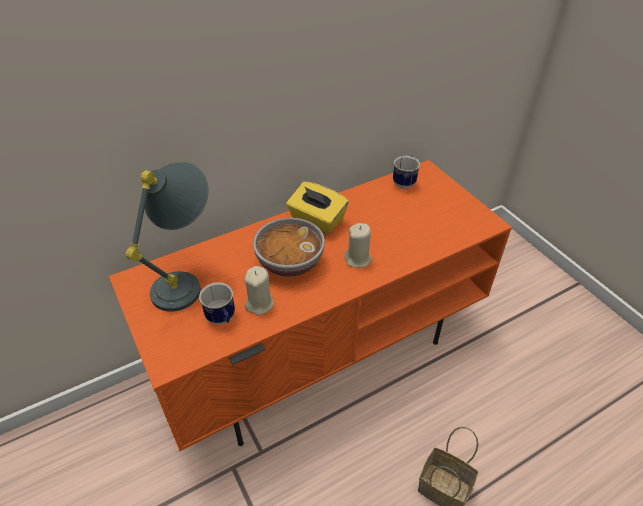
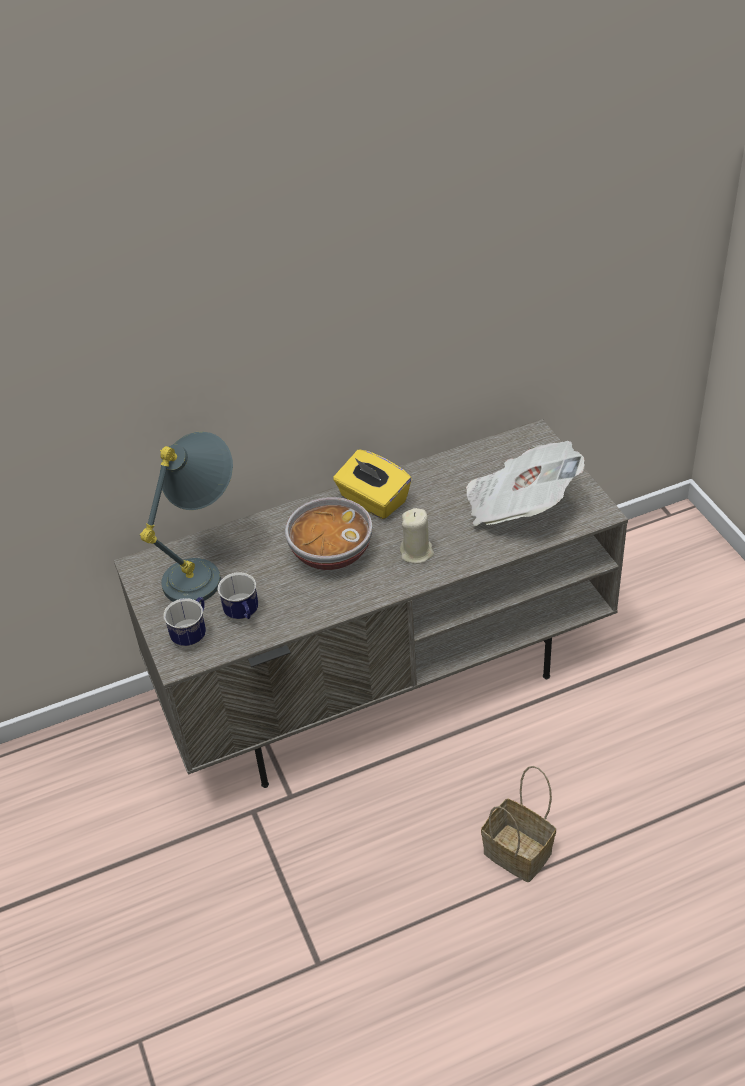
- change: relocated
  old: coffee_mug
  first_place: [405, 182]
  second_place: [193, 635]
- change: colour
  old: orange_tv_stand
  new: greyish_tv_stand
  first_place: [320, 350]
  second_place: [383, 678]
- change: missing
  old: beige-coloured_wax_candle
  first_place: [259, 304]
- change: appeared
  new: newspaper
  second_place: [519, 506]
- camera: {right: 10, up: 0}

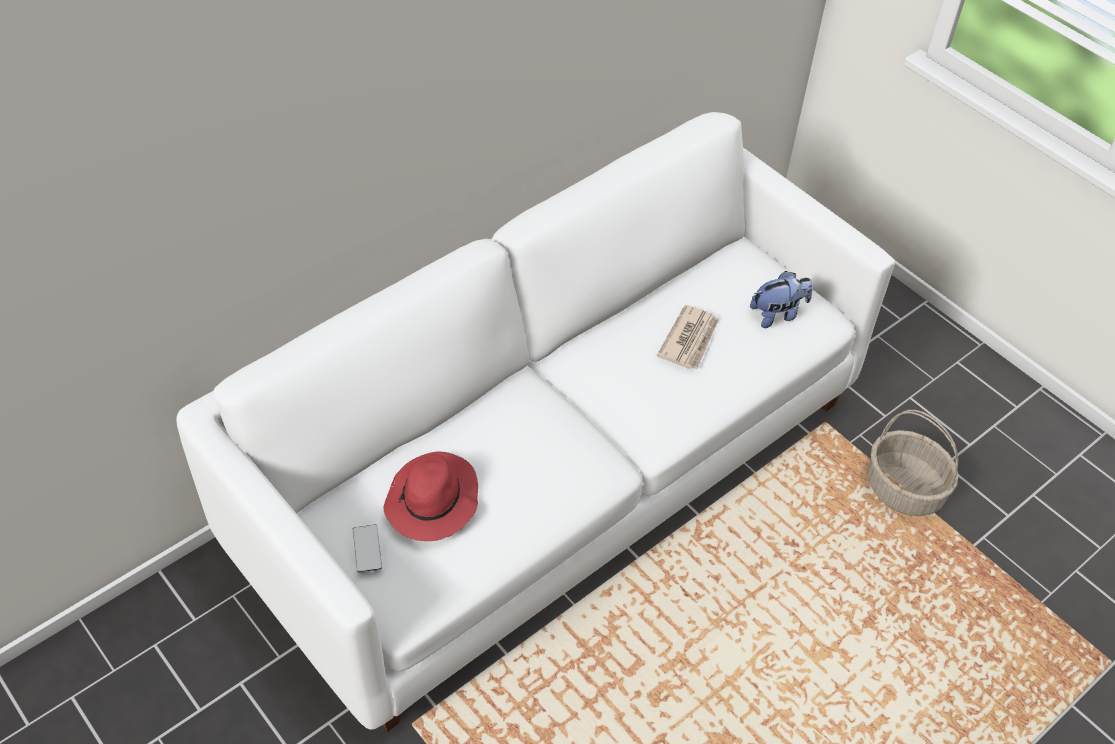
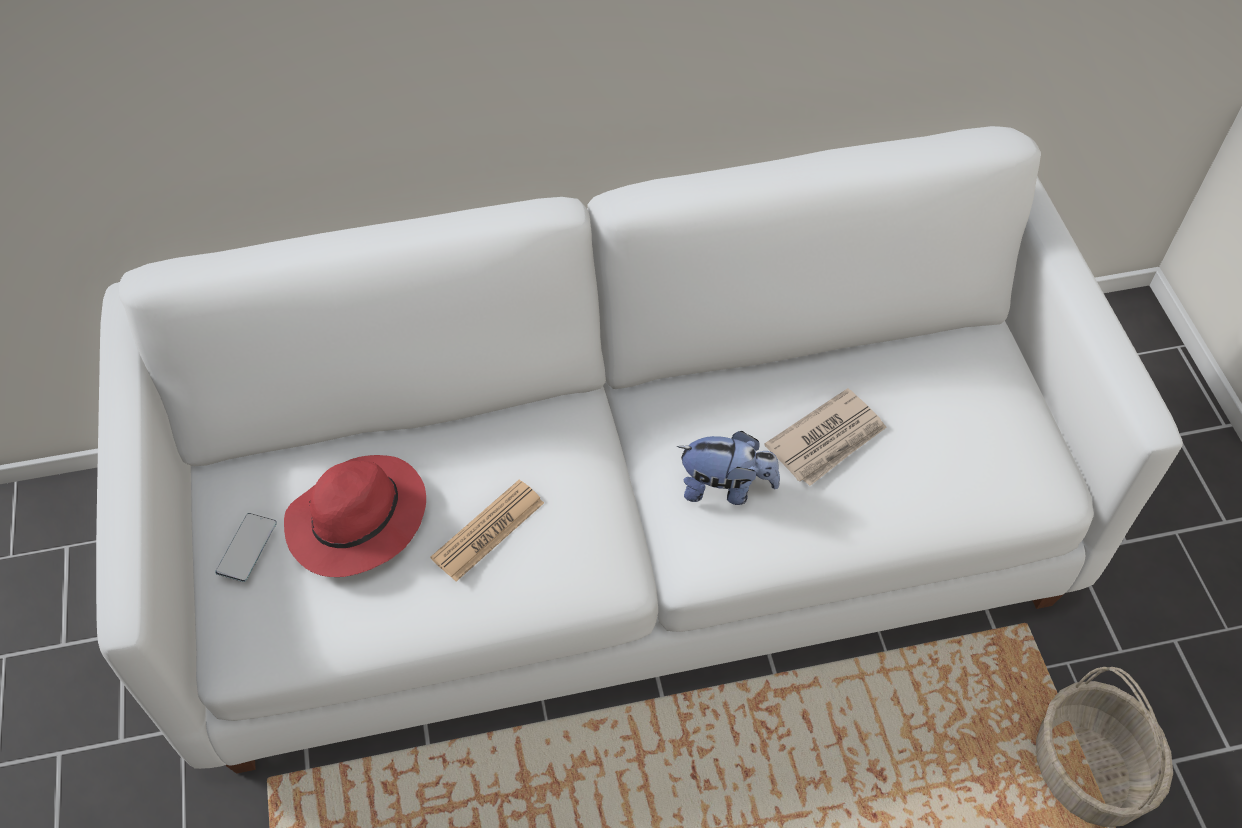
- change: relocated
  old: soft_toy
  first_place: [778, 314]
  second_place: [725, 488]
- change: appeared
  new: newspaper
  second_place: [488, 531]
- camera: {right: 30, up: 5}

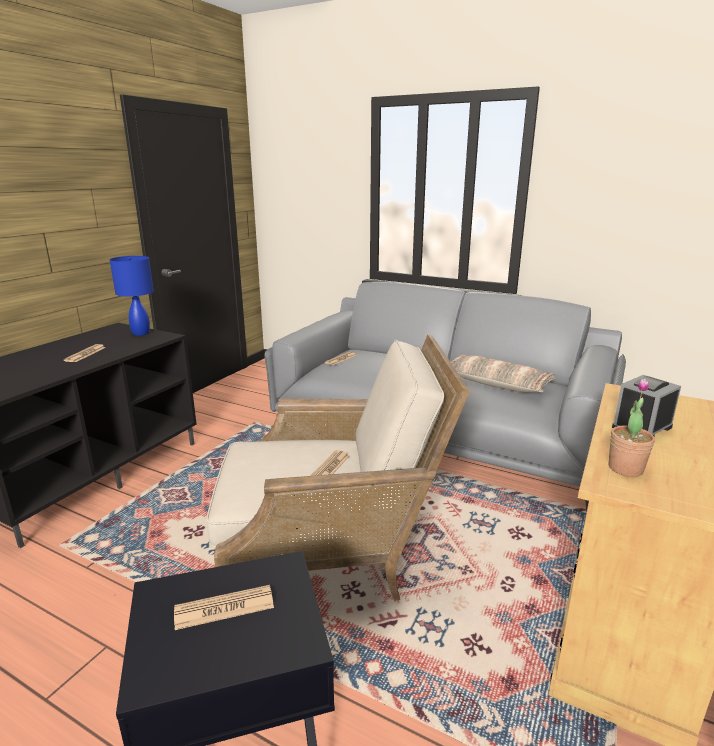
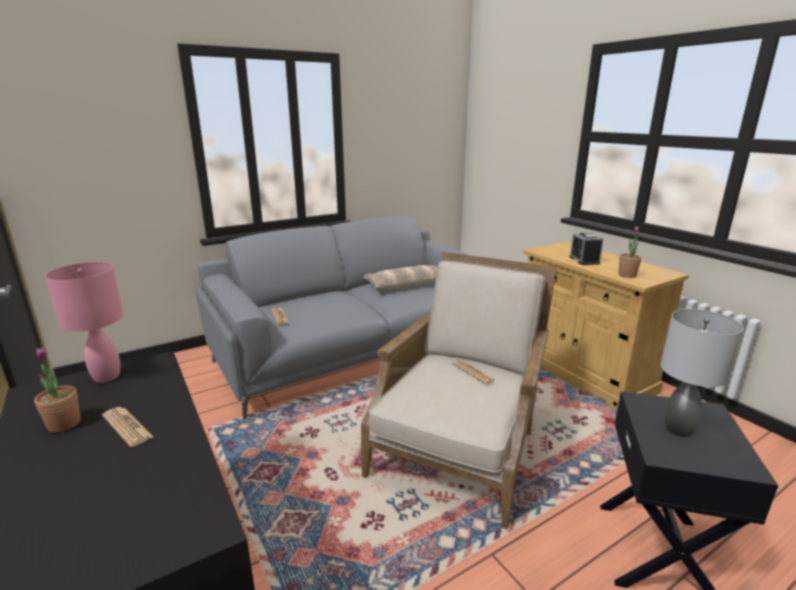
- change: colour
  old: blue_lamp_for_a_table
  new: pink-coloured_lamp_for_a_table
  first_place: [140, 333]
  second_place: [106, 377]
- change: exchanged
  old: newspaper
  new: greyish_lamp_for_a_table
  first_place: [224, 608]
  second_place: [679, 430]
- change: appeared
  new: houseplant
  second_place: [64, 424]
- camera: {right: -60, up: 0}

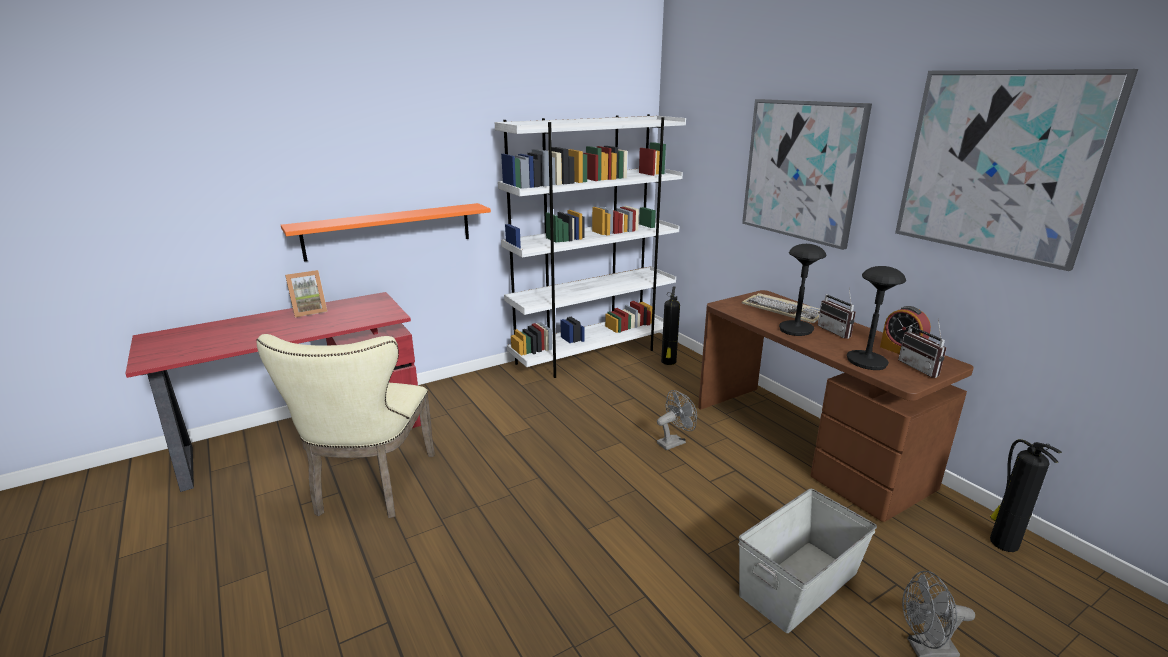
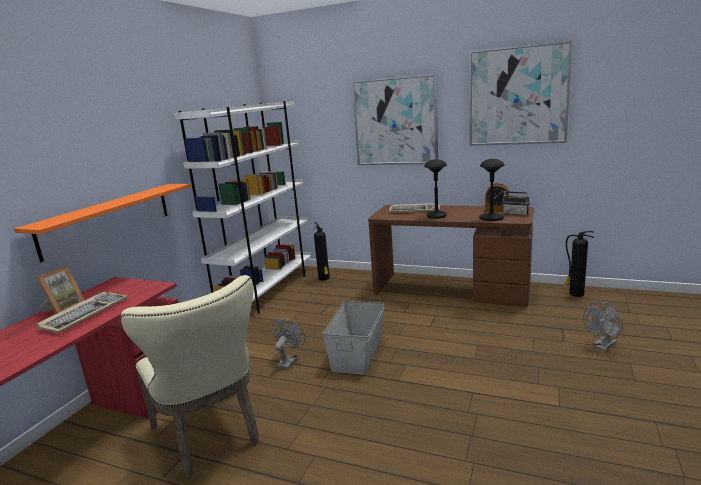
- change: missing
  old: radio_receiver
  first_place: [837, 331]
- change: relocated
  old: greyish_cooling_fan
  first_place: [674, 442]
  second_place: [289, 361]
- change: relocated
  old: greyish_storage_container
  first_place: [800, 584]
  second_place: [358, 353]
- change: appeared
  new: PC_keyboard
  second_place: [85, 314]
- camera: {right: -35, up: -5}

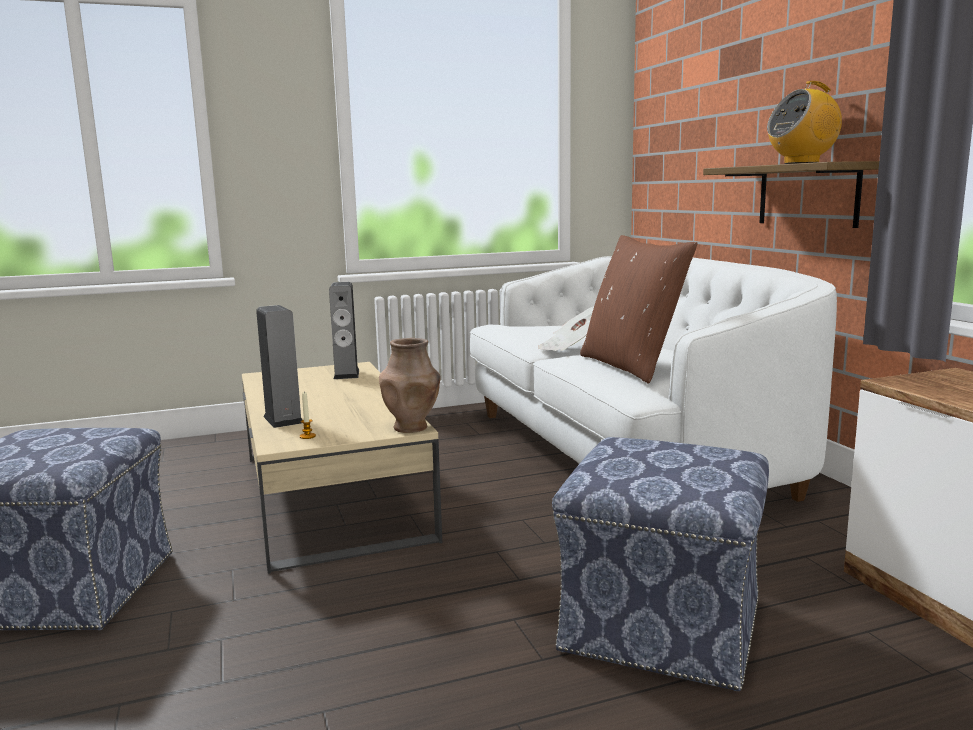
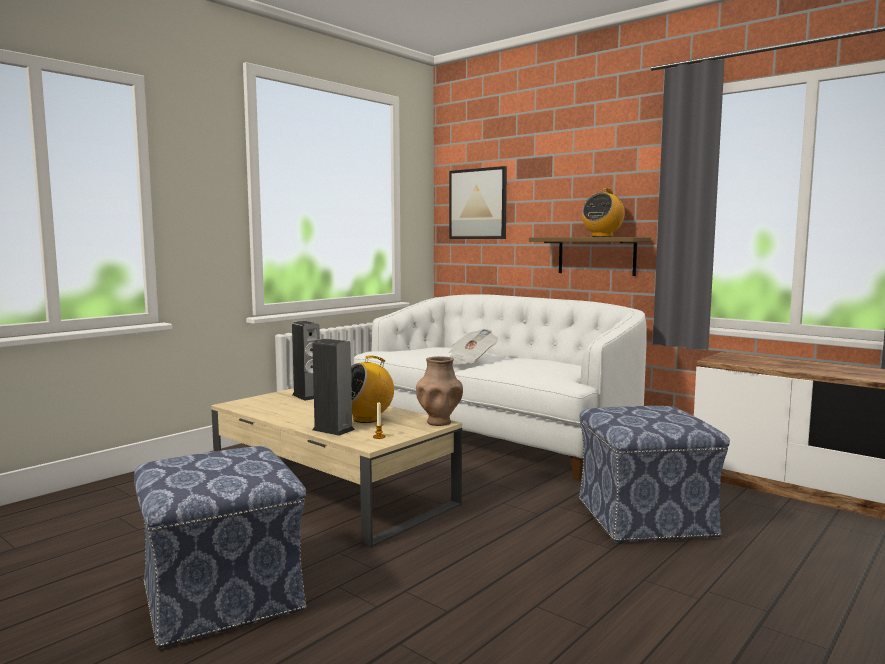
- change: missing
  old: brown-coloured_throw_pillow
  first_place: [631, 366]
- change: appeared
  new: wall_picture
  second_place: [478, 204]
- change: appeared
  new: radio_receiver
  second_place: [367, 419]
- camera: {right: -30, up: -5}

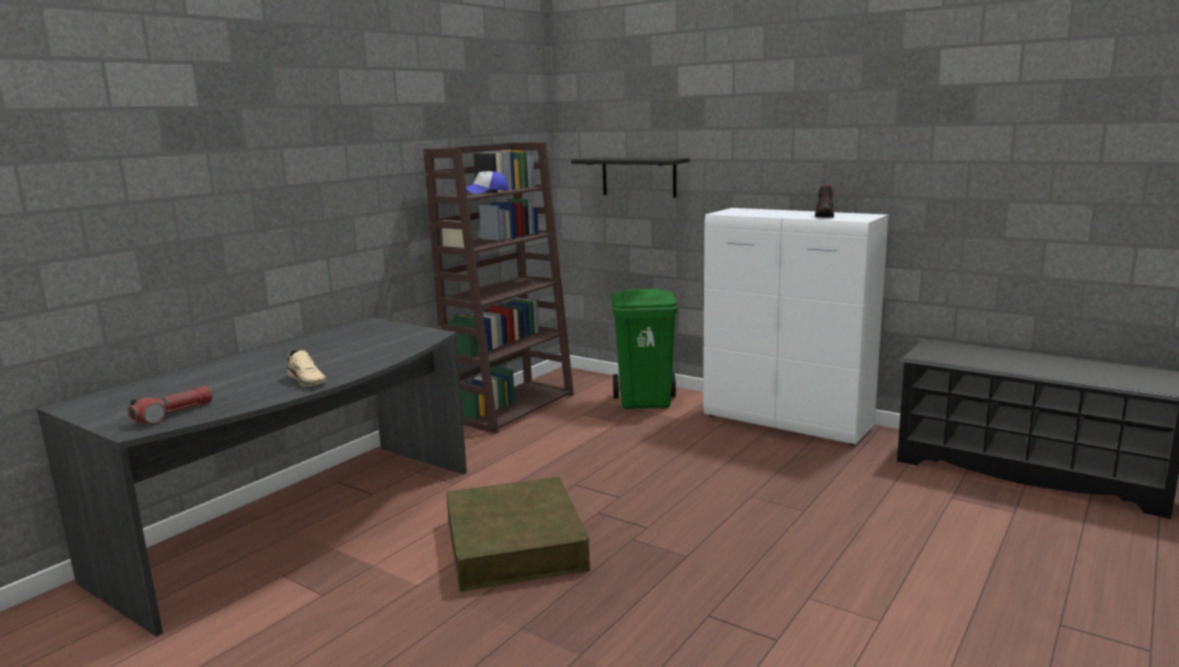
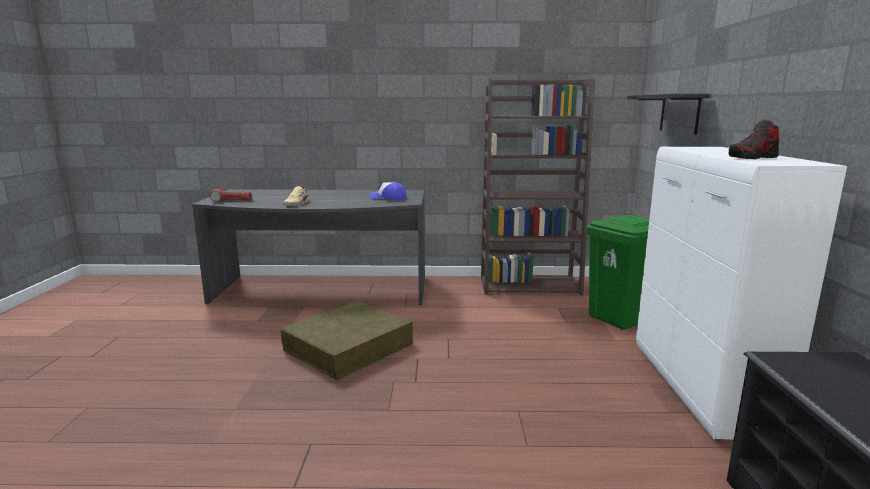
- change: relocated
  old: cap
  first_place: [486, 192]
  second_place: [388, 198]
- camera: {right: 55, up: 0}

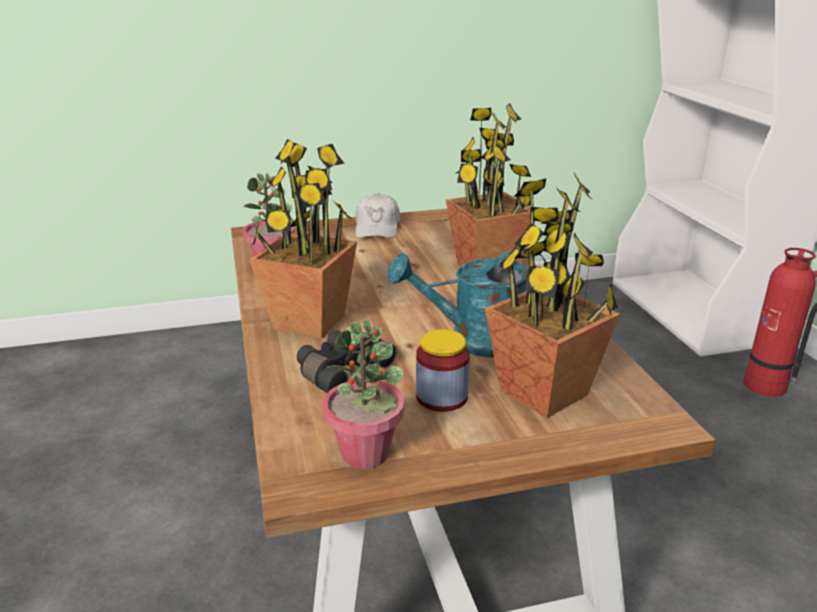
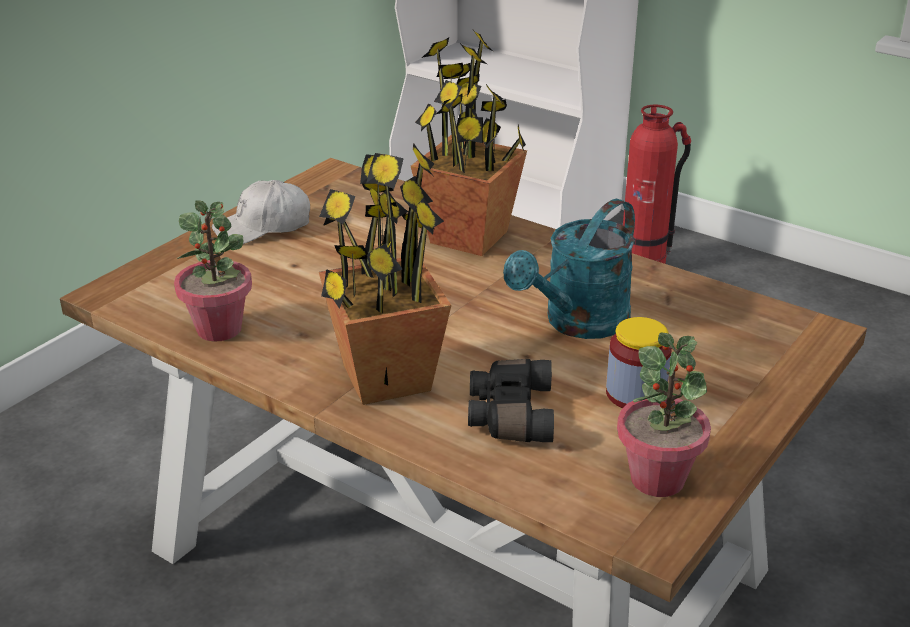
- change: missing
  old: houseplant
  first_place: [544, 393]
- change: spun
  old: whitish_cap
  first_place: [377, 227]
  second_place: [263, 227]
  degrees: 105
- camera: {right: -40, up: 5}

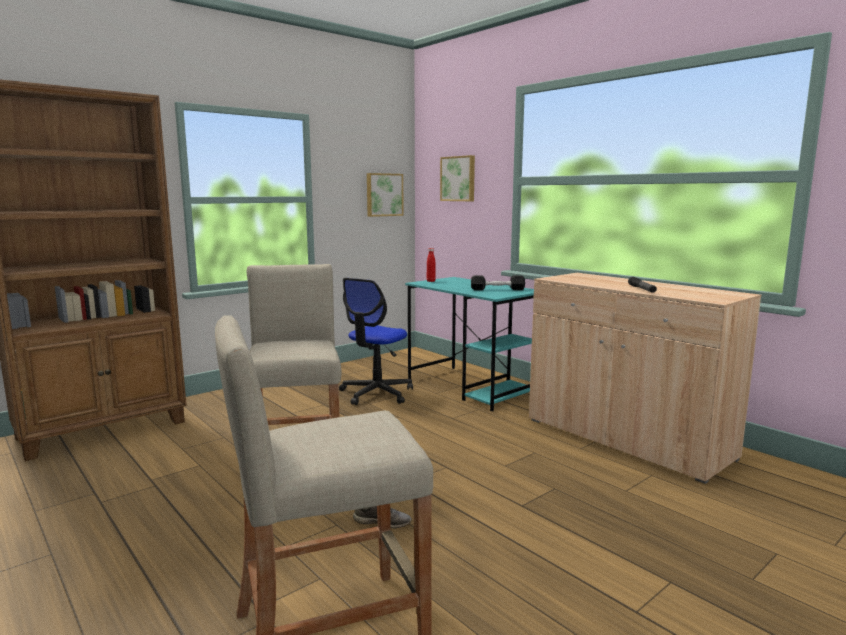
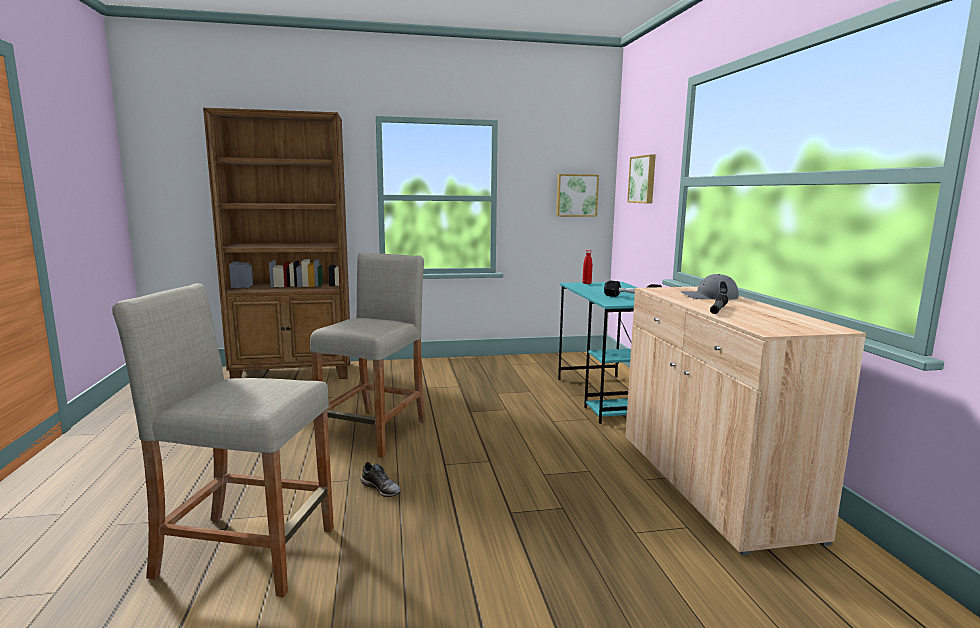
- change: missing
  old: computer_chair
  first_place: [376, 393]
- change: appeared
  new: greyish_cap
  second_place: [708, 296]
- camera: {right: 30, up: 0}

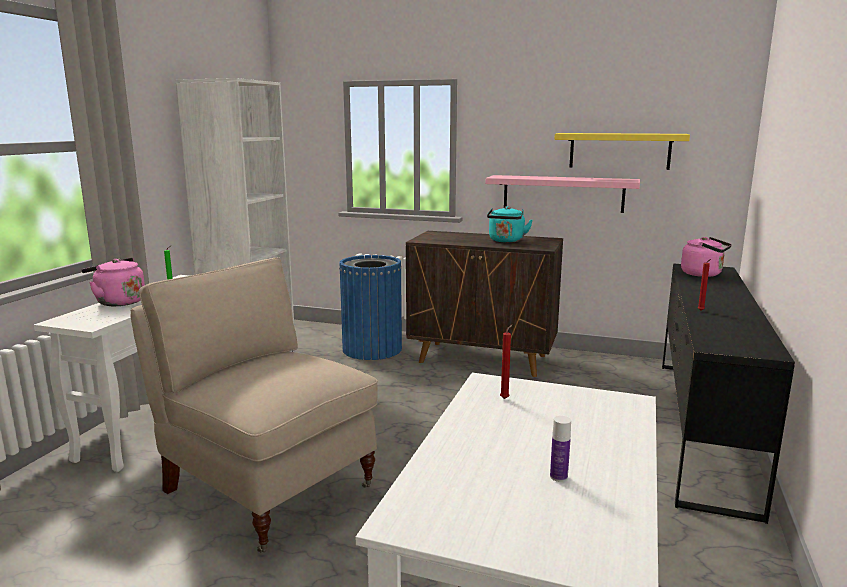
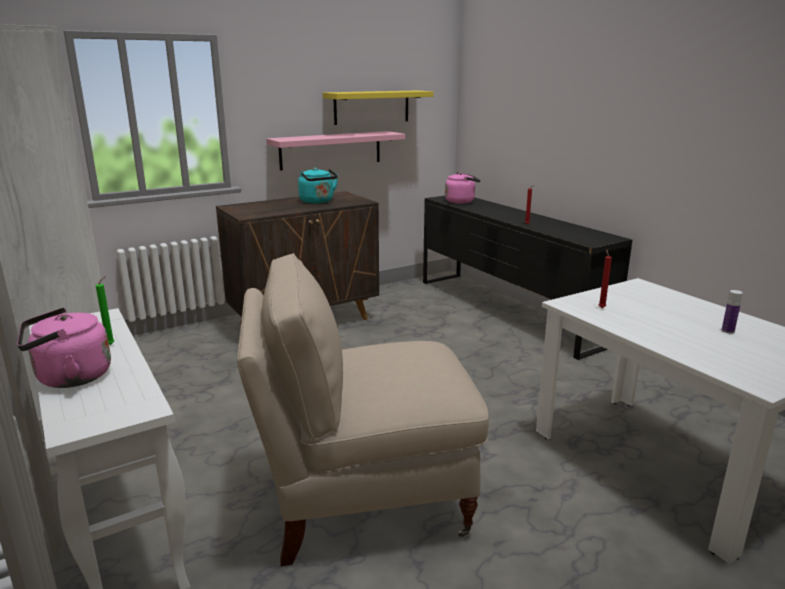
- change: missing
  old: blue_waste_bin
  first_place: [372, 349]
- camera: {right: -50, up: 5}

